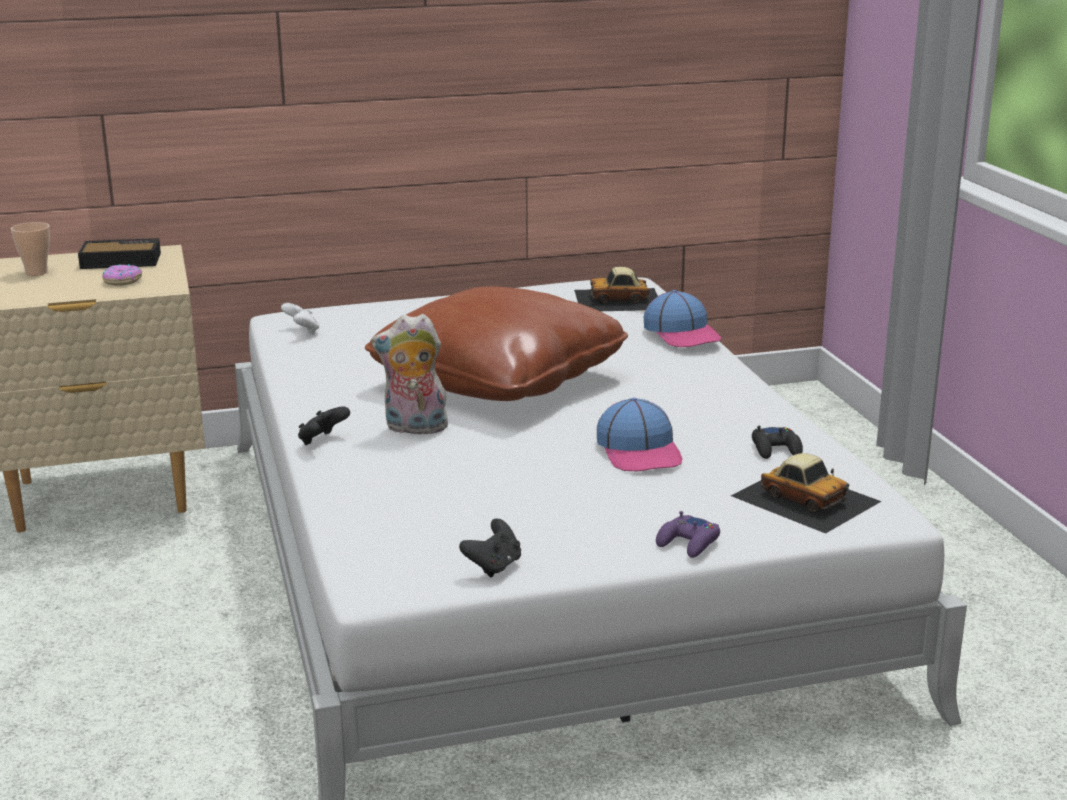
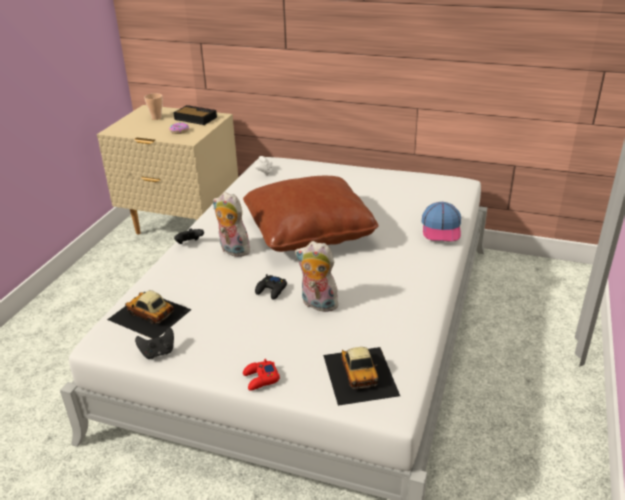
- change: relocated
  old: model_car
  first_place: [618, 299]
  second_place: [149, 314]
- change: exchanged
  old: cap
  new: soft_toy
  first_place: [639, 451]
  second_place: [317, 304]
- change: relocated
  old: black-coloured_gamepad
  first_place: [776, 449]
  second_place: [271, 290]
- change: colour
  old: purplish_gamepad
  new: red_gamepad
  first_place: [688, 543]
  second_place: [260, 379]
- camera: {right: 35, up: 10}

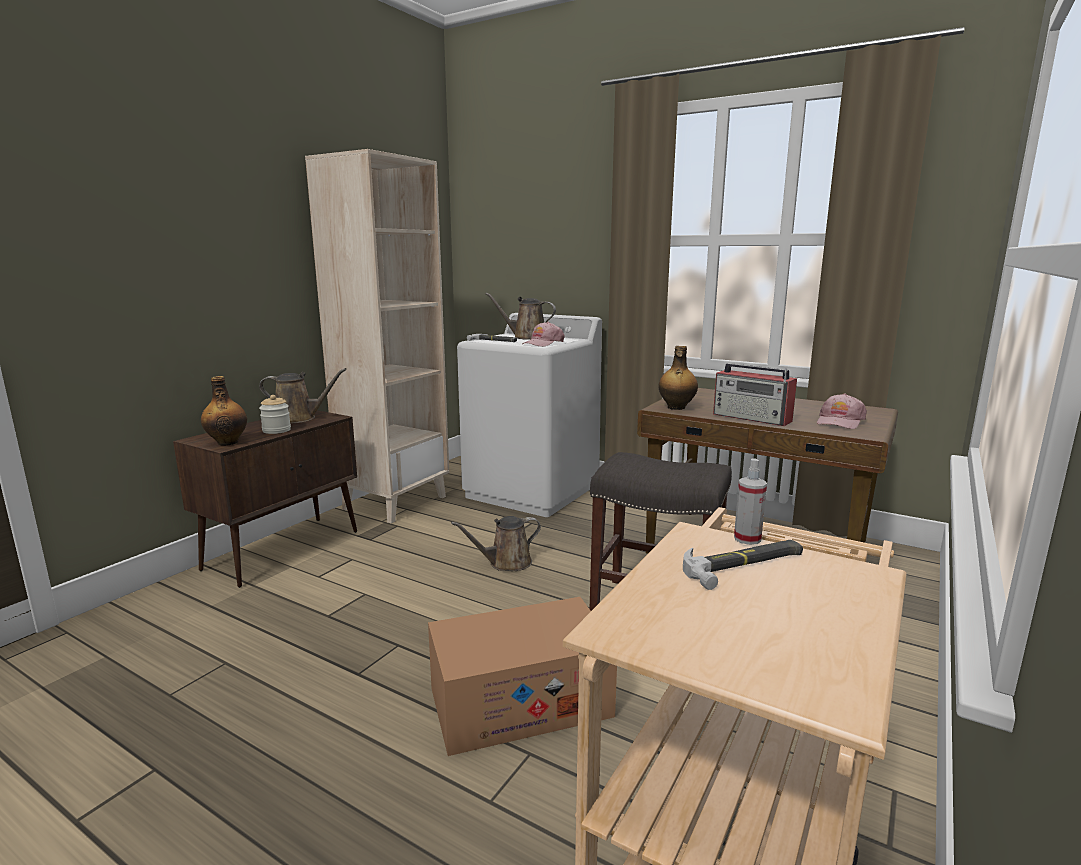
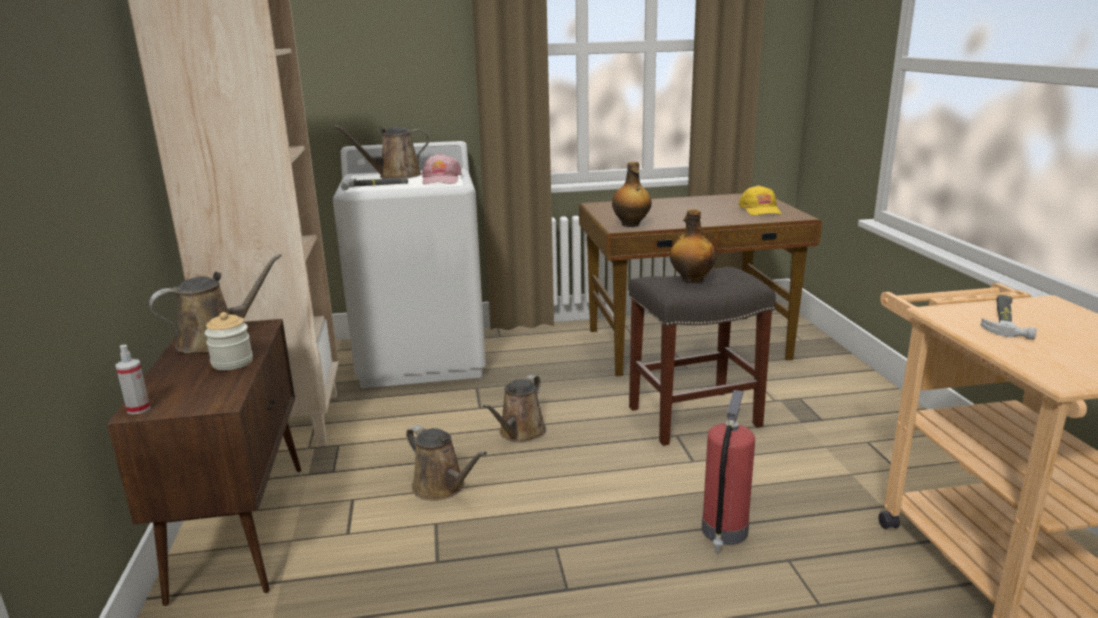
- change: missing
  old: radio_receiver
  first_place: [752, 418]
- change: relocated
  old: drink_bottle
  first_place: [227, 442]
  second_place: [691, 280]
- change: colour
  old: pink-coloured_cap
  new: yellow-coloured_cap
  first_place: [839, 422]
  second_place: [760, 210]
- change: relocated
  old: spray_bottle
  first_place: [747, 539]
  second_place: [138, 409]
- change: exchanged
  old: cardboard_box
  new: extinguisher
  first_place: [520, 702]
  second_place: [724, 532]
- change: appeared
  new: brown-coloured_watering_can
  second_place: [442, 487]
- camera: {right: -40, up: 5}

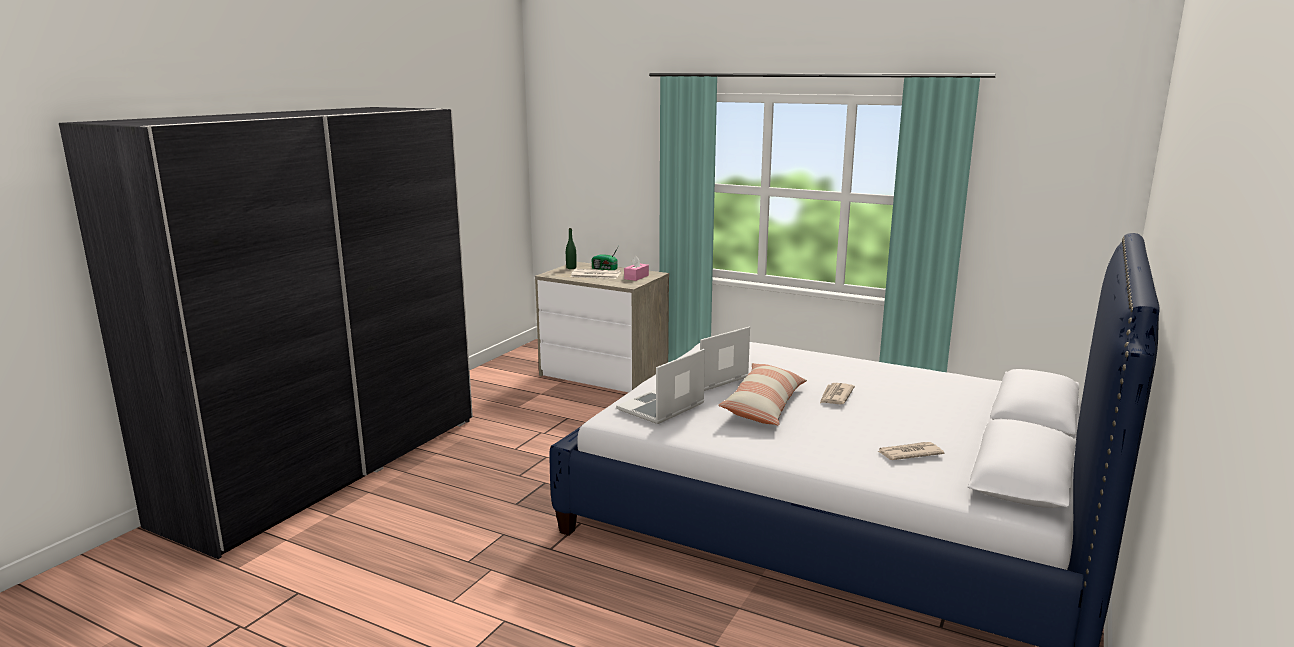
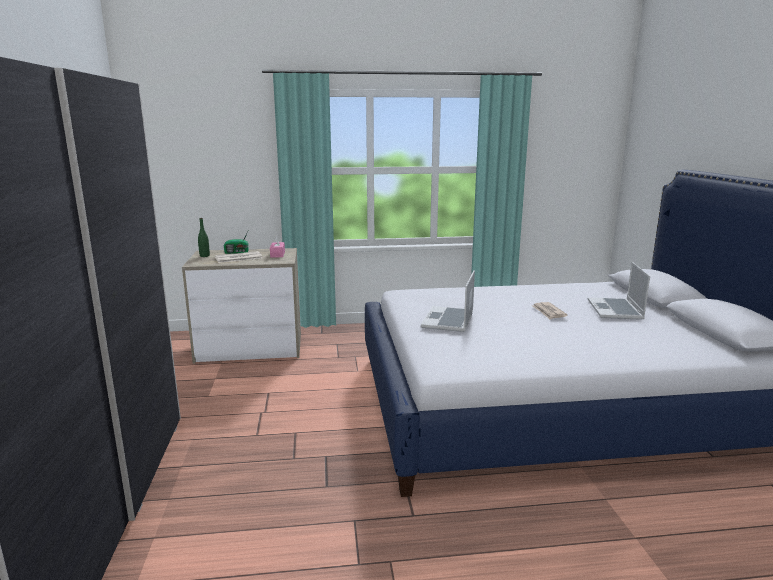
- change: relocated
  old: notebook_computer
  first_place: [661, 407]
  second_place: [616, 310]
- change: missing
  old: throw_pillow
  first_place: [764, 406]
- change: missing
  old: newspaper
  first_place: [908, 453]
- camera: {right: -35, up: 0}

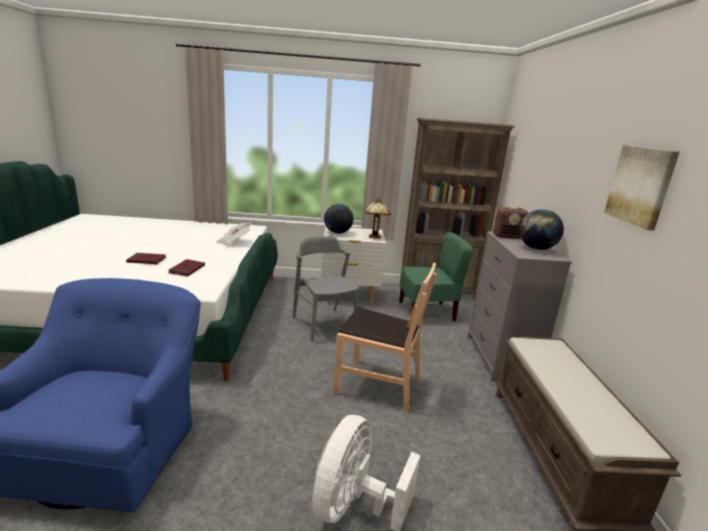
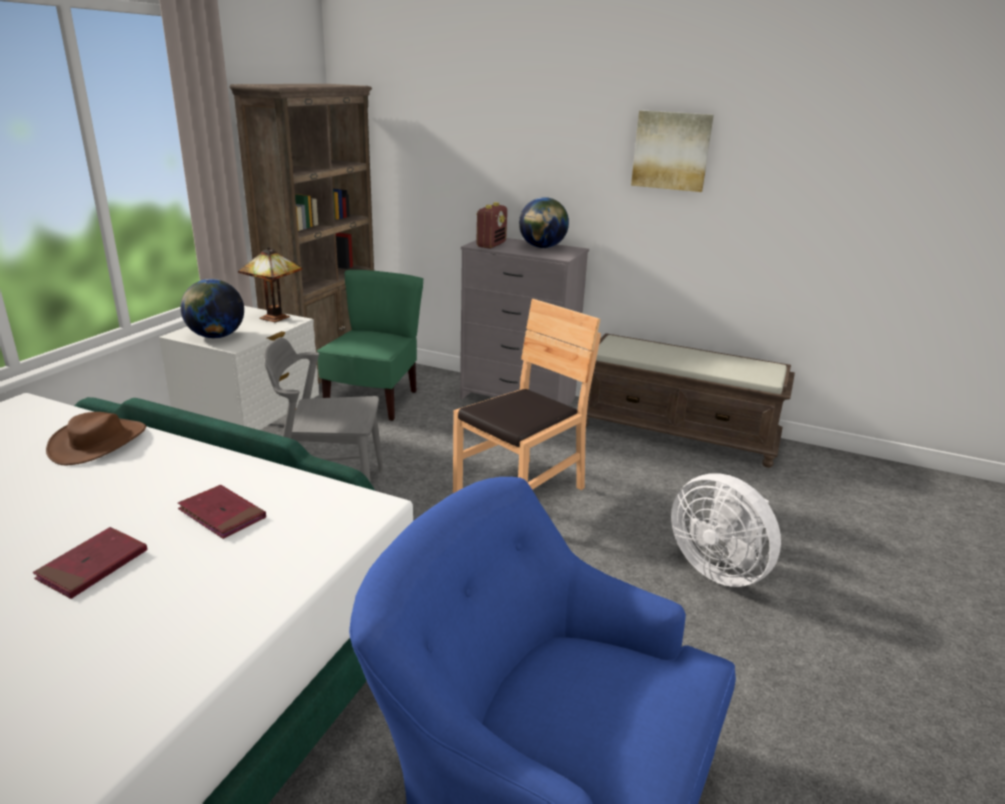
- change: exchanged
  old: newspaper
  new: brown-coloured_clothing_hat
  first_place: [233, 242]
  second_place: [99, 442]
- camera: {right: -65, up: 5}

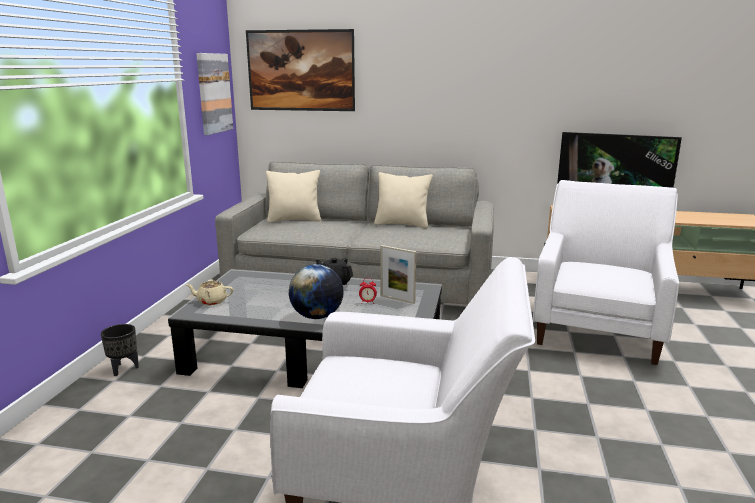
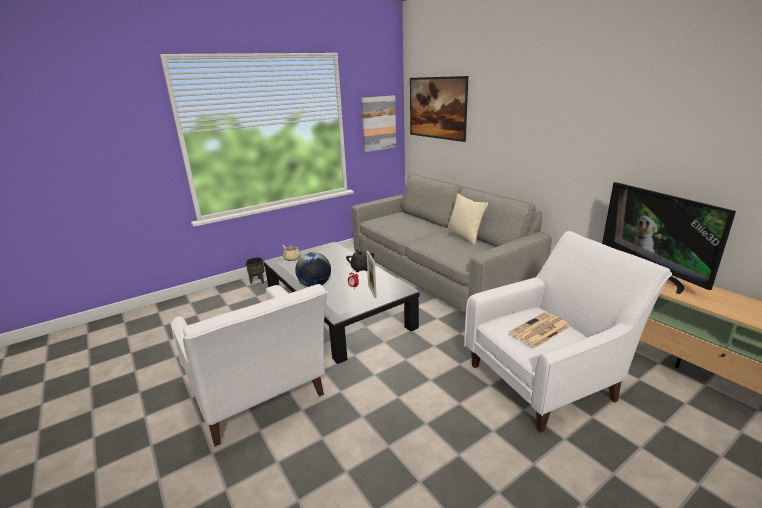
- change: missing
  old: beige-coloured_throw_pillow
  first_place: [294, 219]
- change: appeared
  new: newspaper
  second_place: [539, 330]
- camera: {right: 45, up: 5}

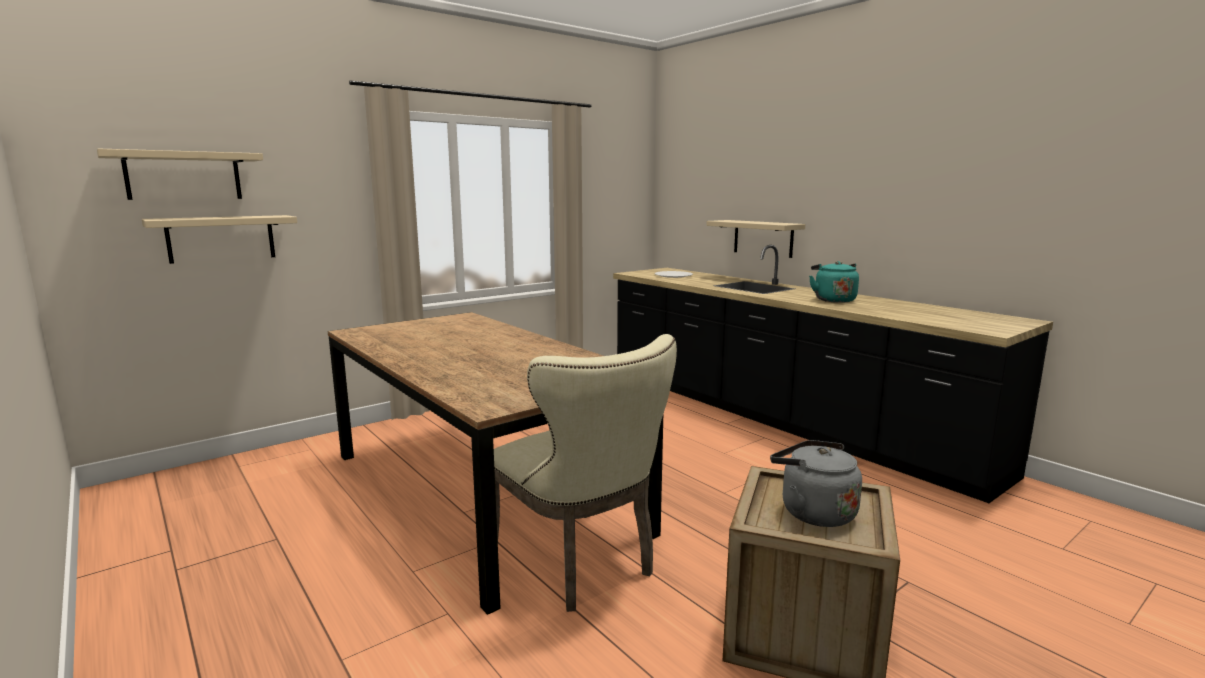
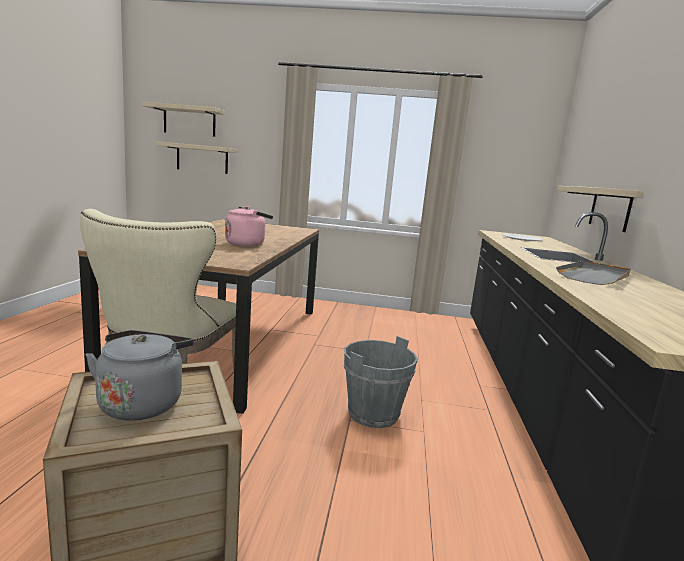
- change: exchanged
  old: turquoise_water_kettle
  new: greyish_carrying_tray
  first_place: [833, 300]
  second_place: [595, 276]
- change: appeared
  new: pink-coloured_water_kettle
  second_place: [247, 244]
- change: appeared
  new: greyish_bucket
  second_place: [373, 414]
- camera: {right: 45, up: 0}

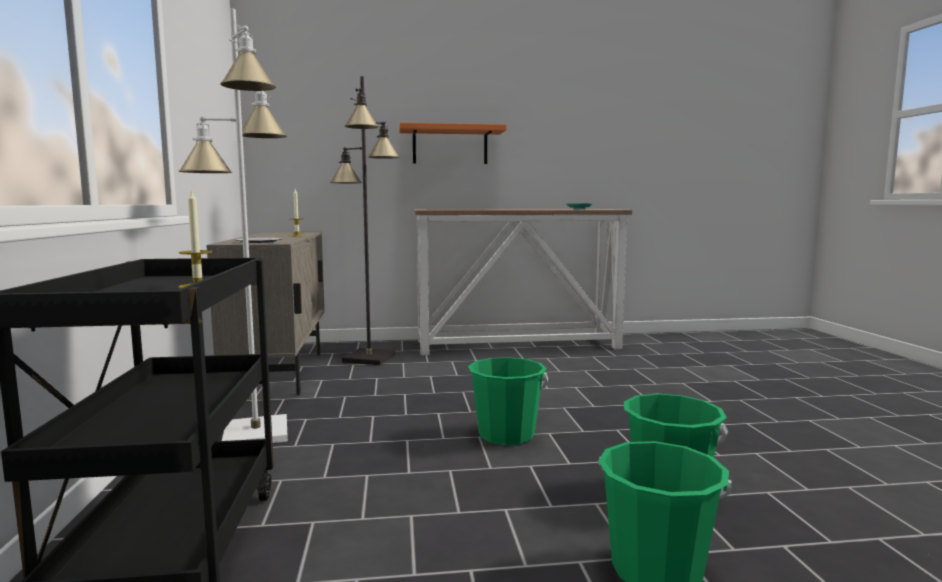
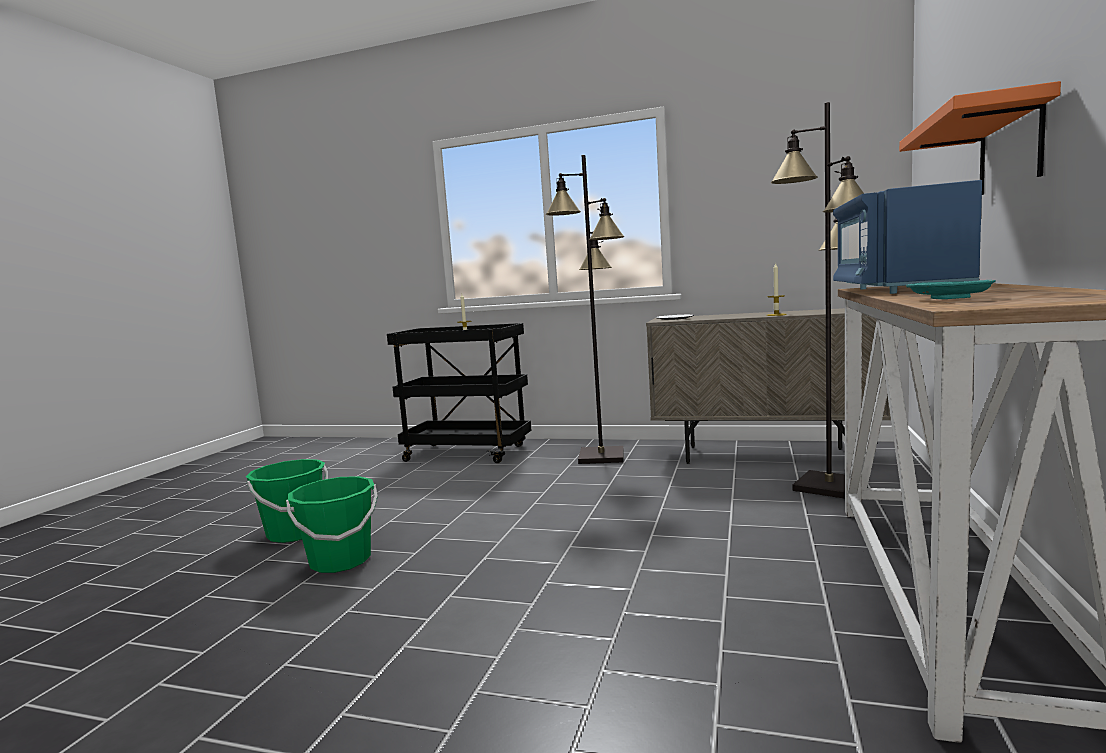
- change: colour
  old: whitish_floor_lamp
  new: black-coloured_floor_lamp
  first_place: [255, 434]
  second_place: [600, 456]
- change: missing
  old: green_bucket
  first_place: [506, 435]
- change: appeared
  new: blue_kitchen_microwave
  second_place: [896, 289]
- camera: {right: 115, up: 0}

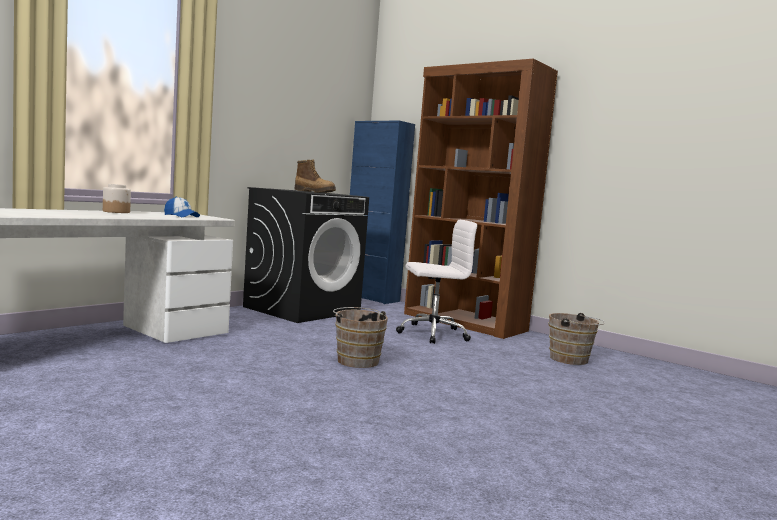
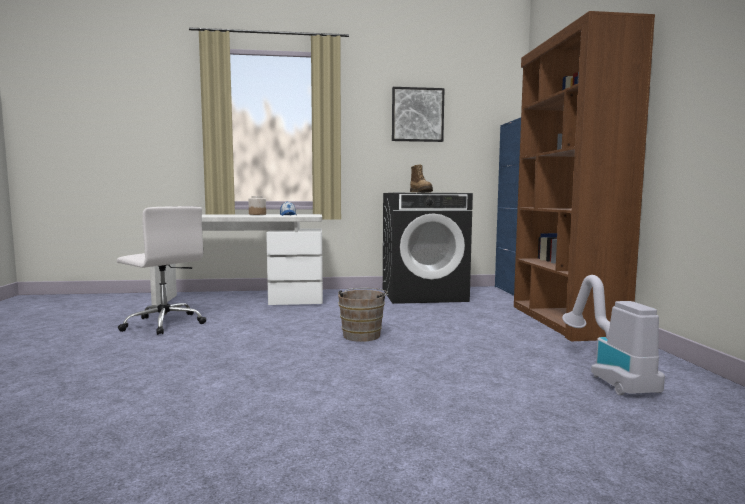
- change: relocated
  old: whitish_computer_chair
  first_place: [431, 334]
  second_place: [164, 323]
- change: exchanged
  old: brown-coloured_bucket
  new: vacuum
  first_place: [571, 360]
  second_place: [608, 375]
- change: appeared
  new: wall_picture
  second_place: [417, 115]
- camera: {right: 45, up: 0}

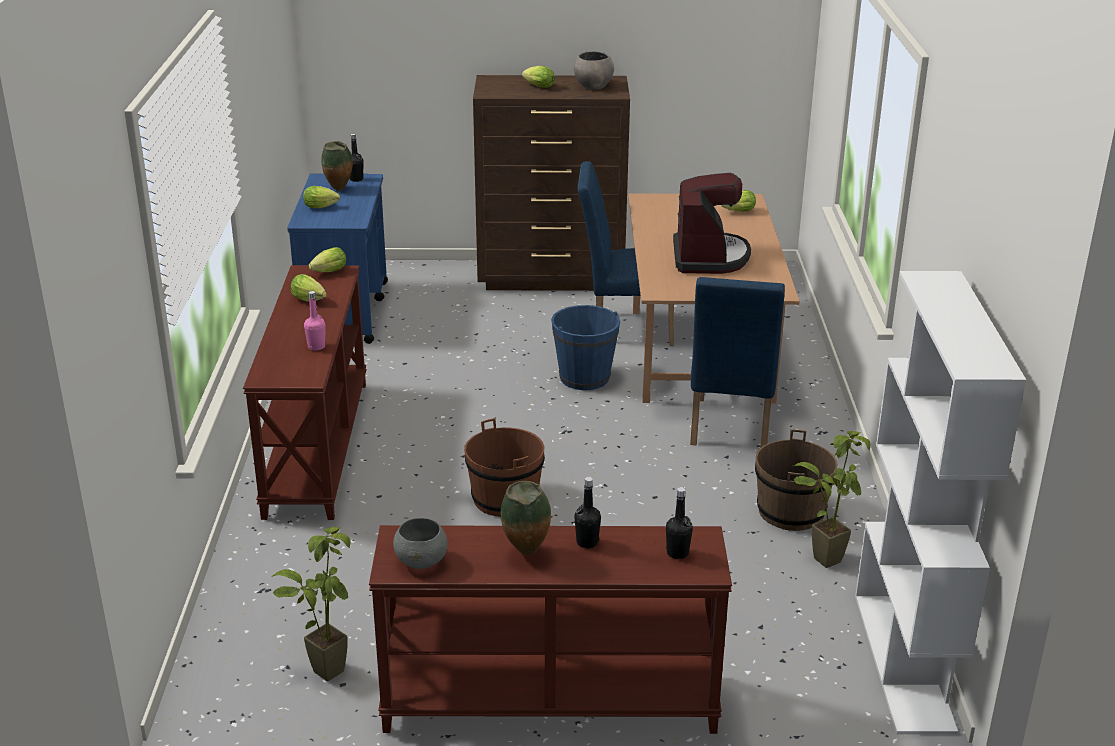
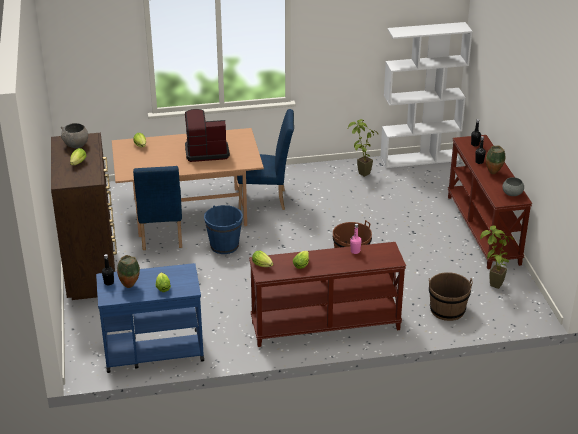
- change: relocated
  old: brown-coloured_bucket
  first_place: [790, 511]
  second_place: [447, 310]
- camera: {right: -100, up: 5}

